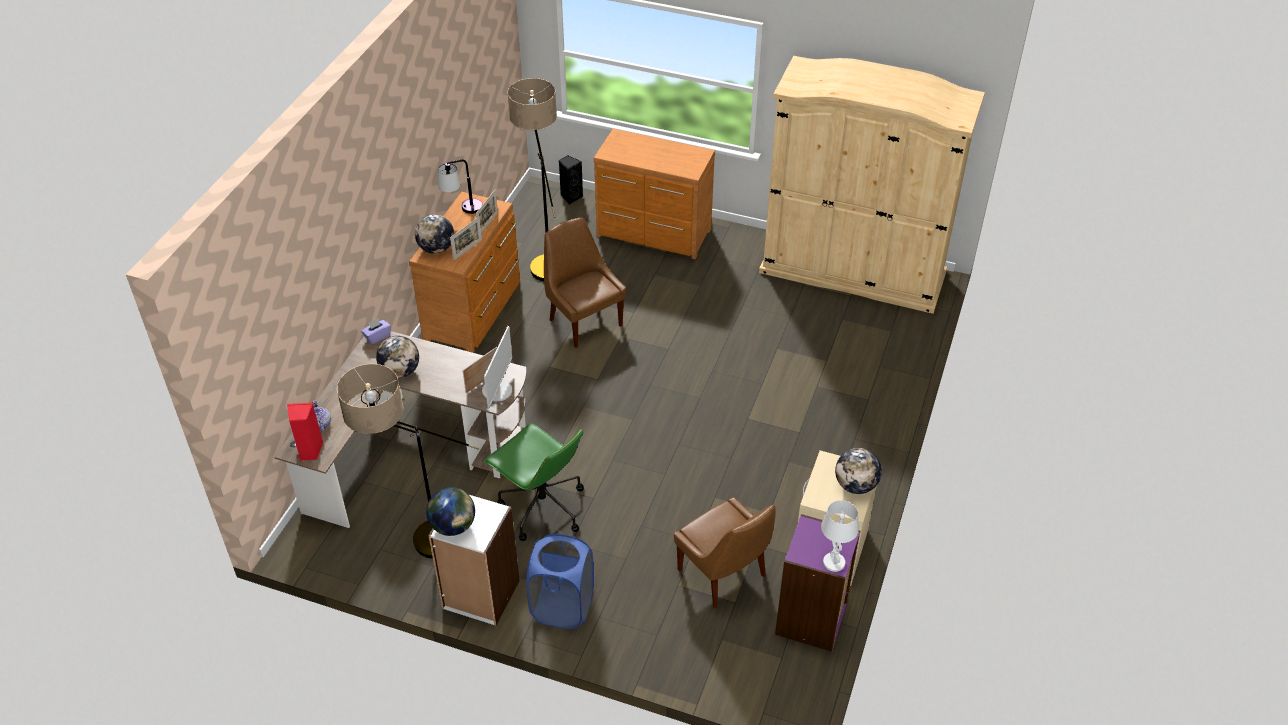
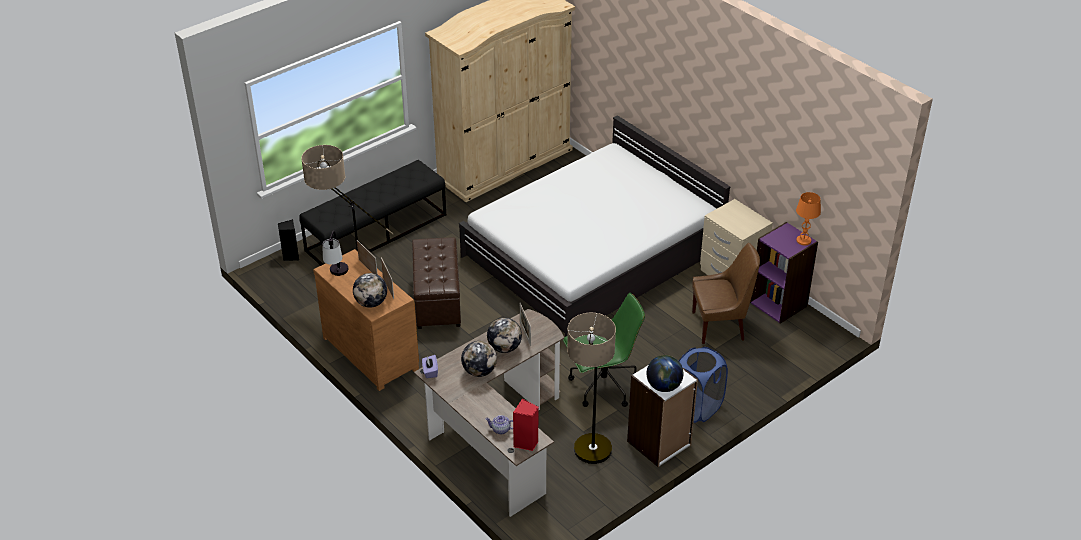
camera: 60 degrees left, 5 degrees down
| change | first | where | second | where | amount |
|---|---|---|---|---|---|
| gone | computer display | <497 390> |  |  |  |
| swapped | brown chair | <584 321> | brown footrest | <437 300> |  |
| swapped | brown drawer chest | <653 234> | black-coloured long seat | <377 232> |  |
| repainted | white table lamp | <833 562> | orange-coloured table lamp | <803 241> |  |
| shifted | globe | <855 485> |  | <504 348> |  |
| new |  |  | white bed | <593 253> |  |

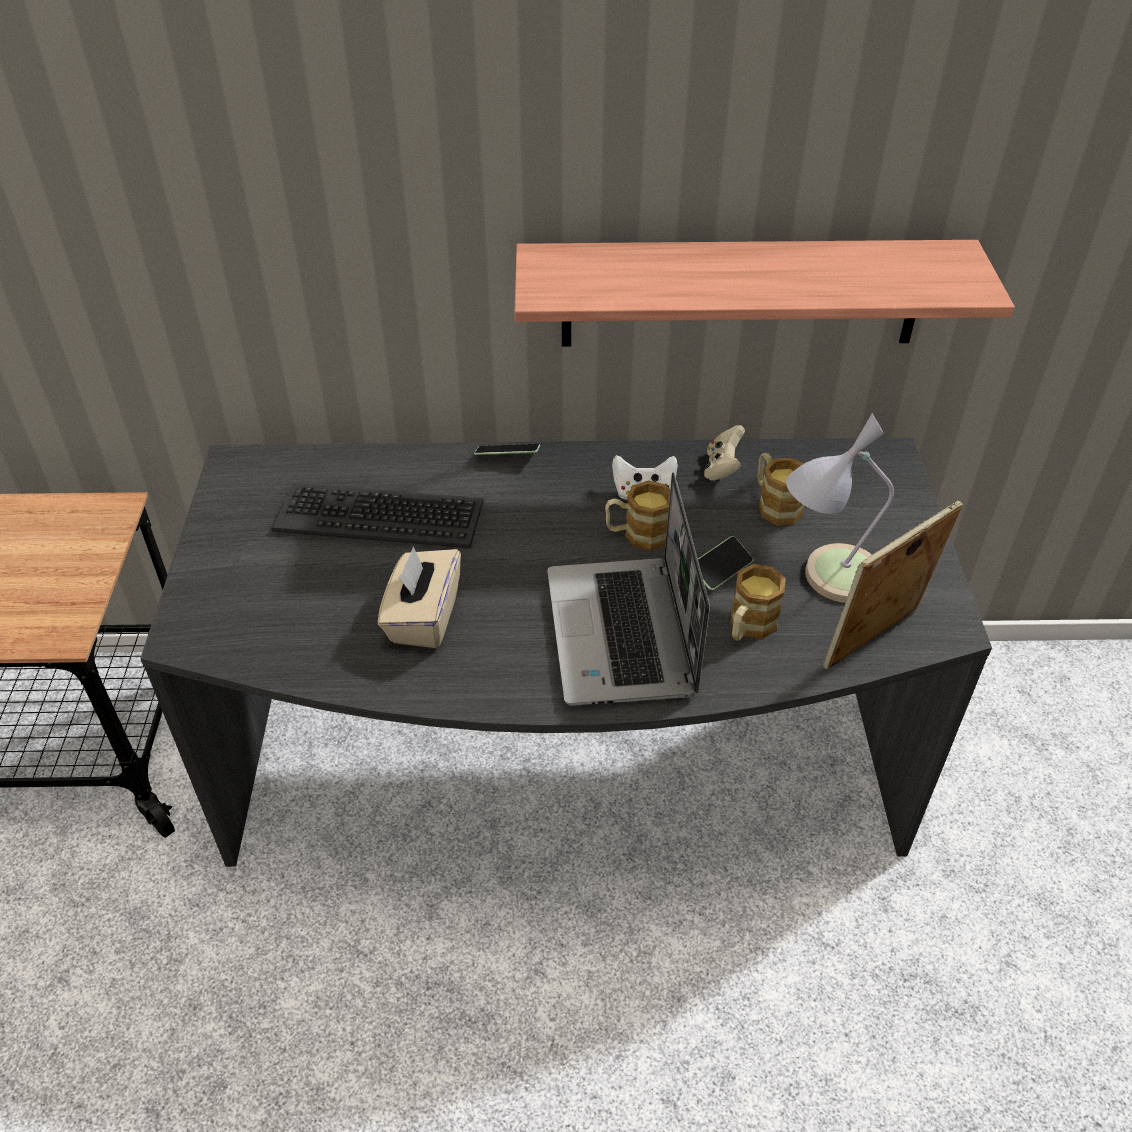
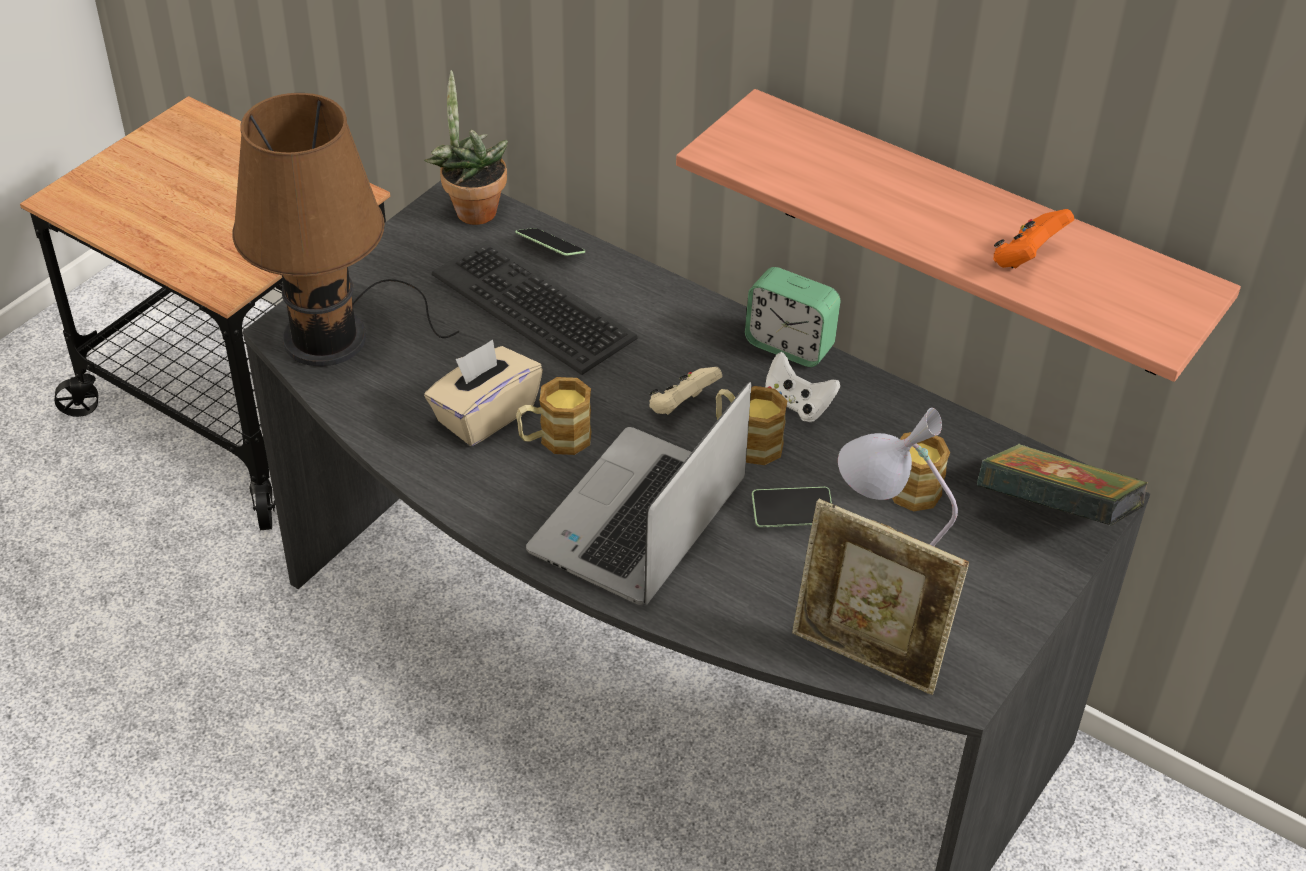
camera: 35 degrees right, 0 degrees up
| change | first | where | second | where | amount |
|---|---|---|---|---|---|
| shifted | phone | <507 456> |  | <550 250> |  |
| shifted | beige game controller | <722 468> |  | <682 406> |  |
| shifted | mug | <749 627> |  | <554 439> |  |
| rotated | picture frame | <874 642> |  | <866 658> | 150 degrees counterclockwise |
| new |  |  | brown table lamp | <334 335> |  |
| new |  |  | houseplant | <471 209> |  |
| new |  |  | bedside clock | <789 346> |  |
| new |  |  | bound book | <1054 516> |  |
| new |  |  | orange-coloured game controller | <1026 258> |  |

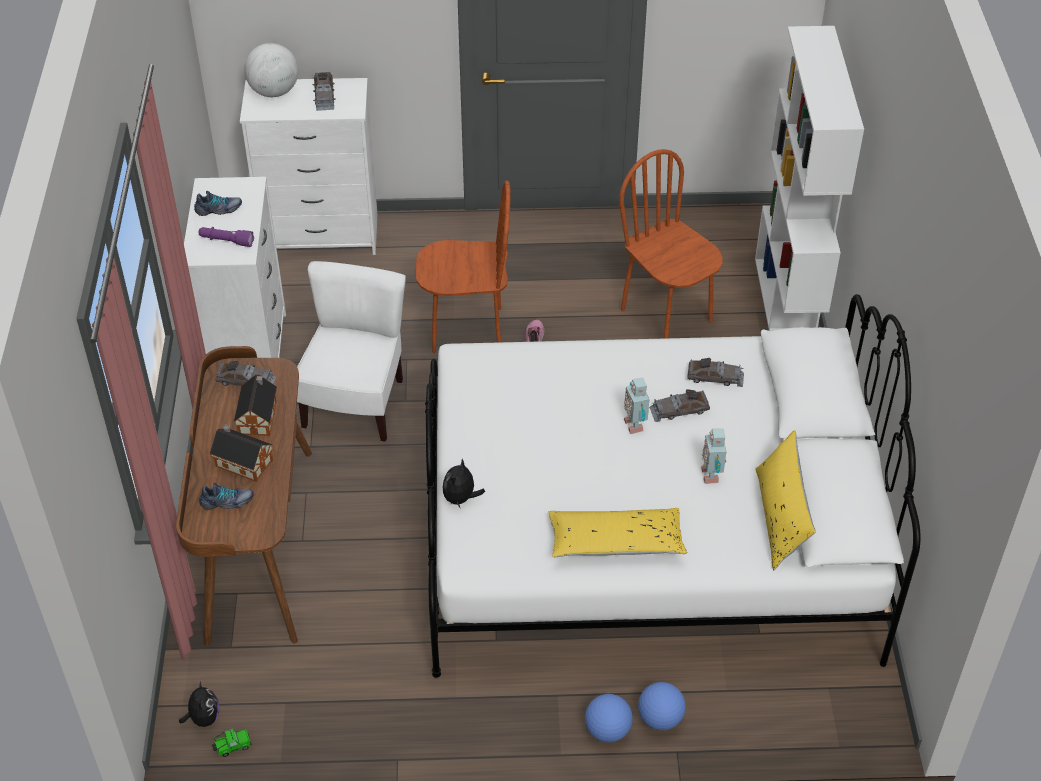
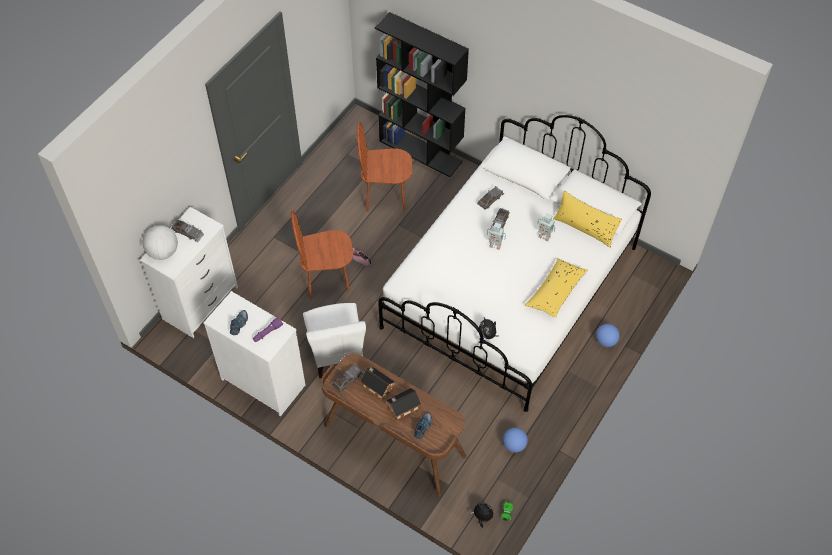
camera: 55 degrees left, 10 degrees up
| change | first | where | second | where | amount |
|---|---|---|---|---|---|
| rotated | white chair | <355 404> |  | <336 353> | 150 degrees counterclockwise |
| rotated | brown chair | <467 331> |  | <327 279> | 135 degrees counterclockwise |
| shifted | football | <607 730> |  | <514 445> |  |
| repainted | white bookshelf | <787 310> | black-coloured bookshelf | <421 151> |  |

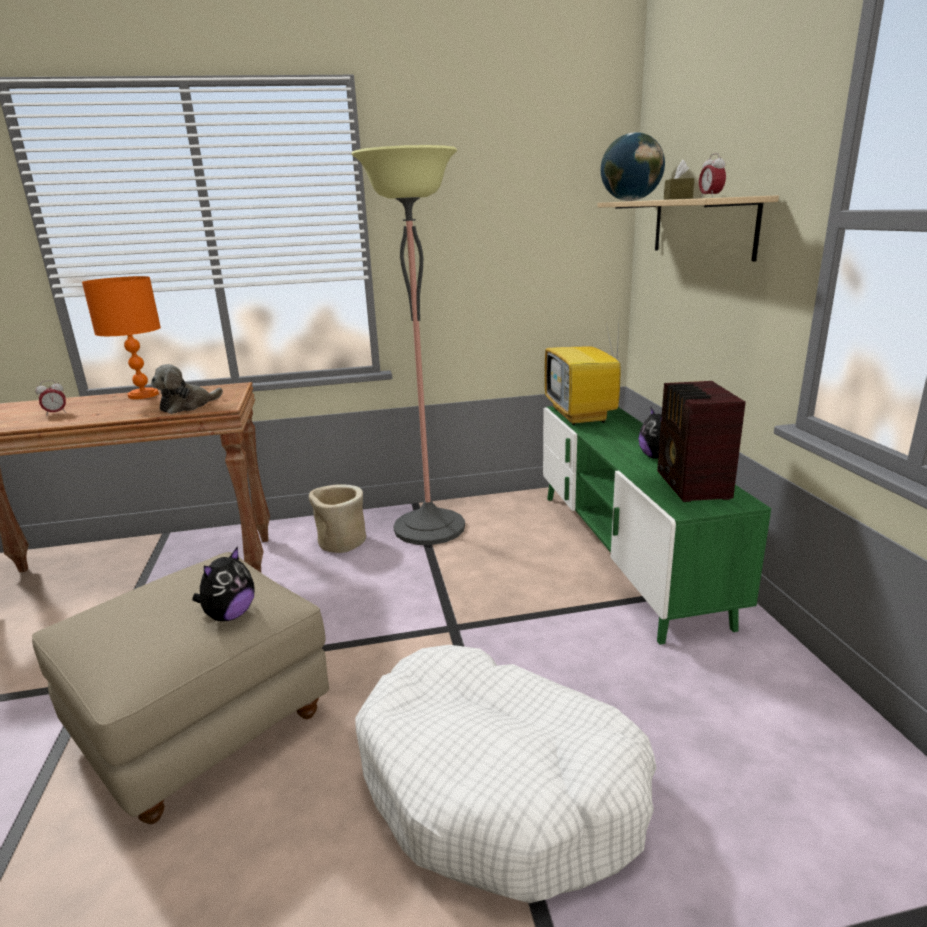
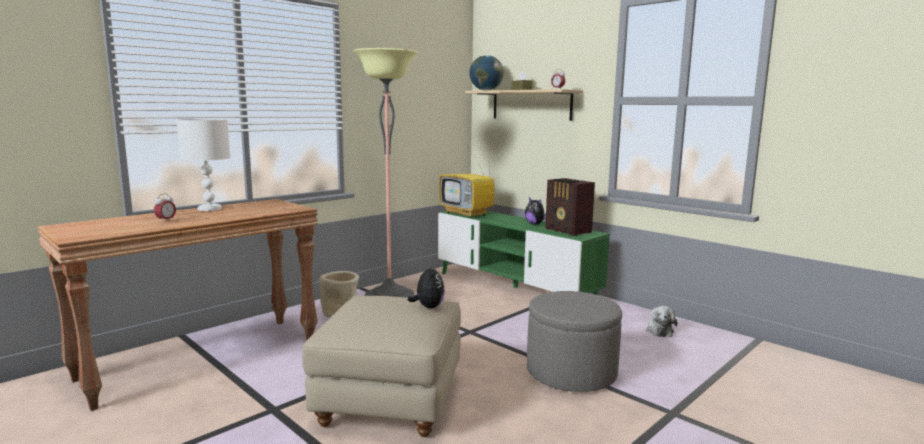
camera: 35 degrees left, 10 degrees down
| change | first | where | second | where | amount |
|---|---|---|---|---|---|
| repainted | orange-coloured table lamp | <142 395> | white table lamp | <209 209> |  |
| shifted | cuddly toy | <187 406> |  | <659 330> |  |
| swapped | white dog bed | <500 786> | gray footrest | <571 372> |  |

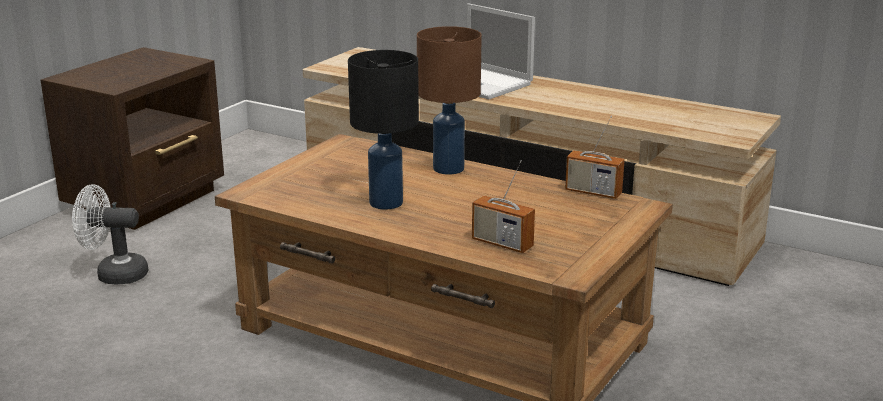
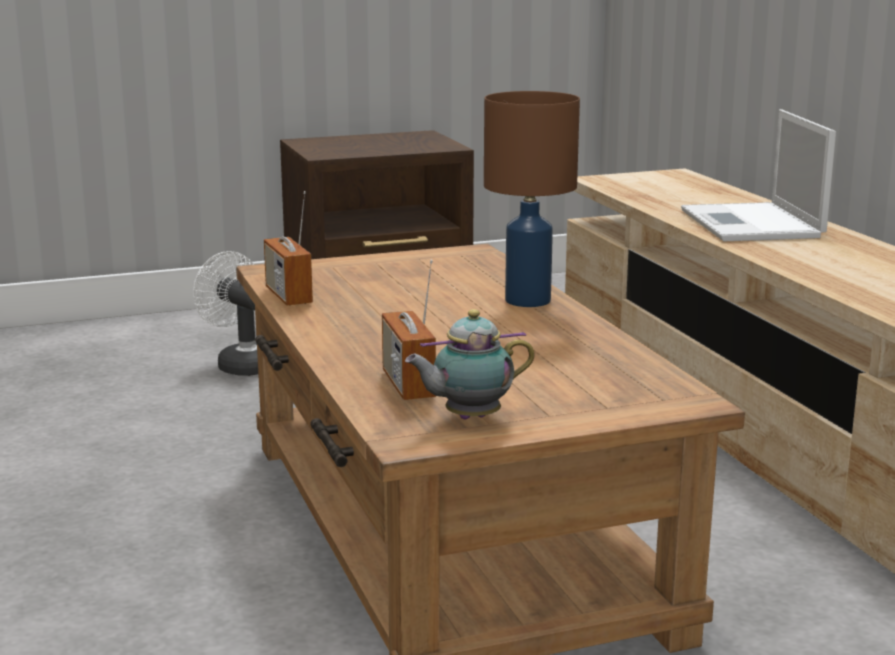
camera: 40 degrees right, 5 degrees down
| change | first | where | second | where | amount |
|---|---|---|---|---|---|
| gone | black-coloured table lamp | <386 202> |  |  |  |
| shifted | radio receiver | <593 192> |  | <288 296> |  |
| new |  |  | teapot | <468 418> |  |

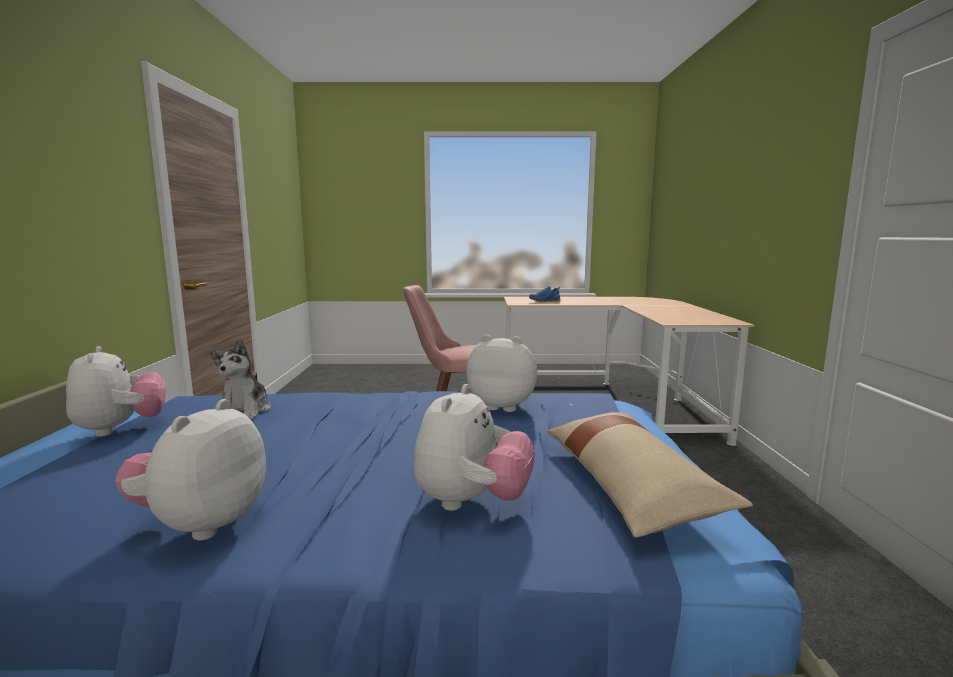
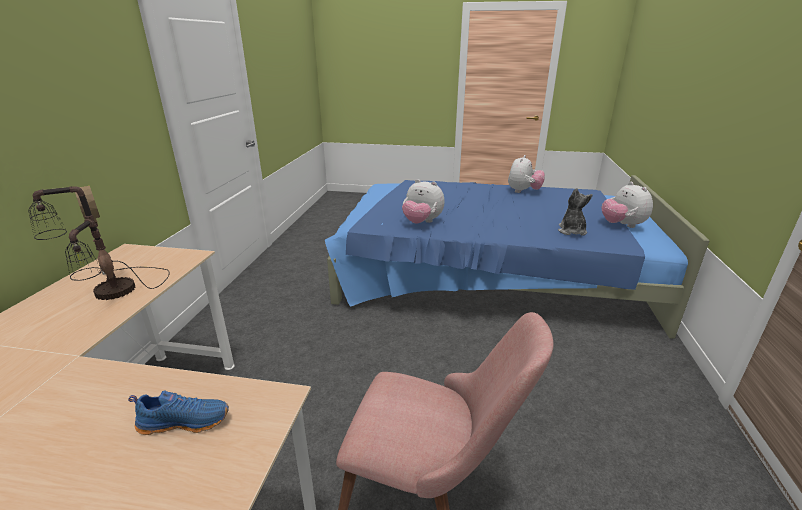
camera: 170 degrees left, 15 degrees up
| change | first | where | second | where | amount |
|---|---|---|---|---|---|
| gone | cuddly toy | <472 502> |  |  |  |
| gone | beige pillow | <628 486> |  |  |  |
| new |  |  | table lamp | <114 292> |  |

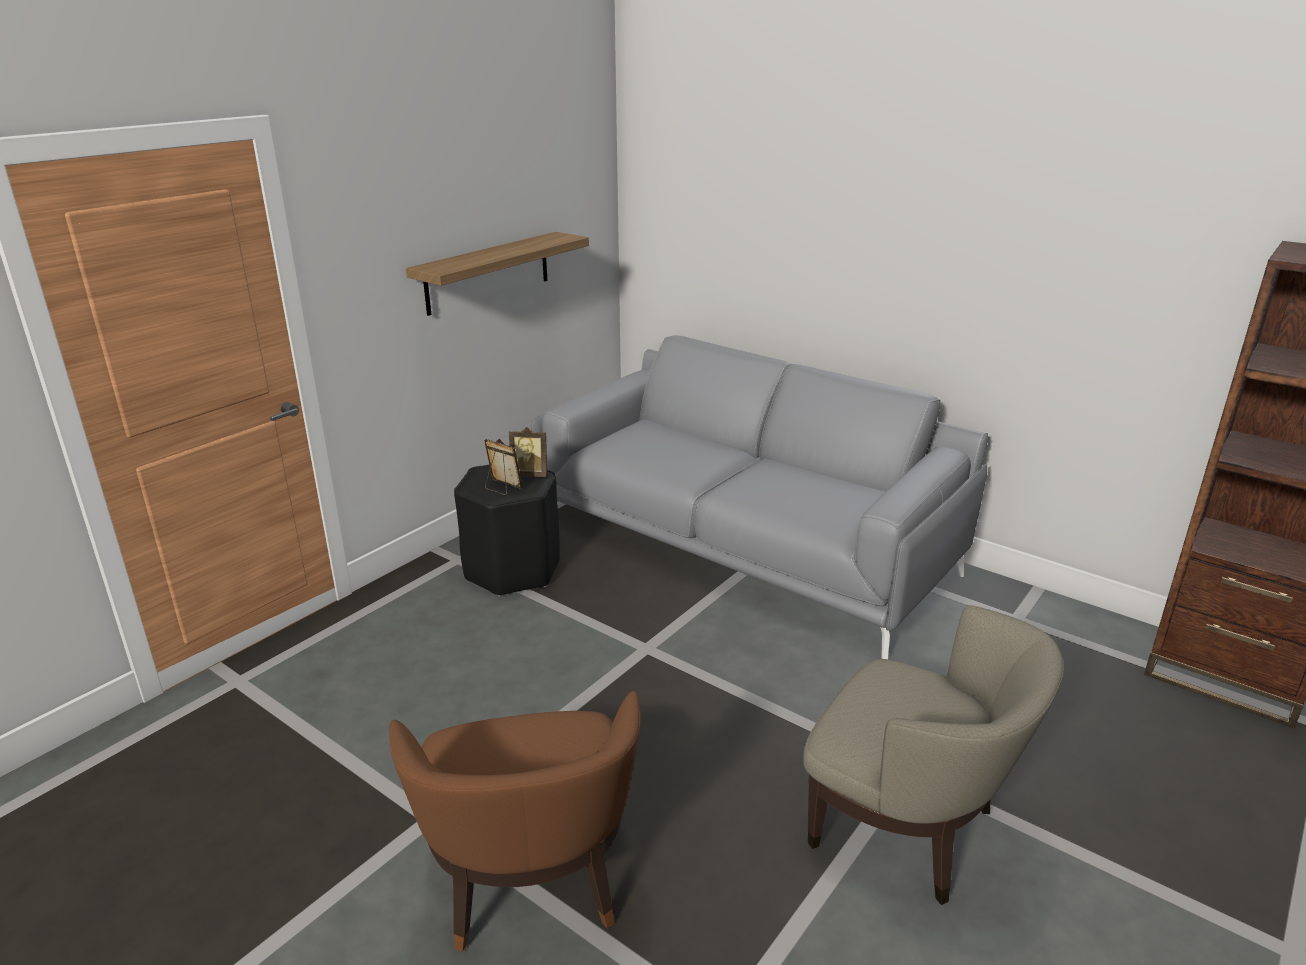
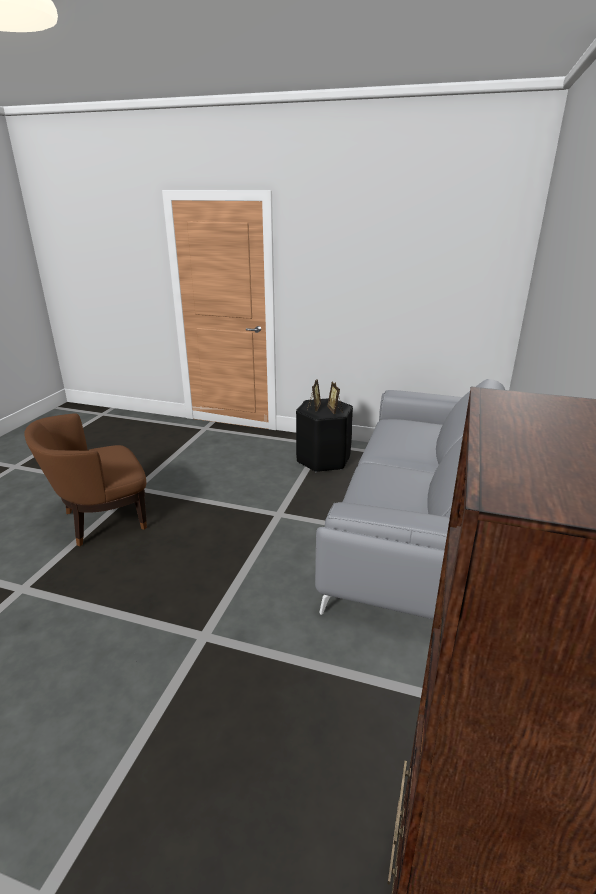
camera: 70 degrees right, 0 degrees up
| change | first | where | second | where | amount |
|---|---|---|---|---|---|
| gone | shelf | <488 272> |  |  |  |
| gone | beige armchair | <909 828> |  |  |  |

